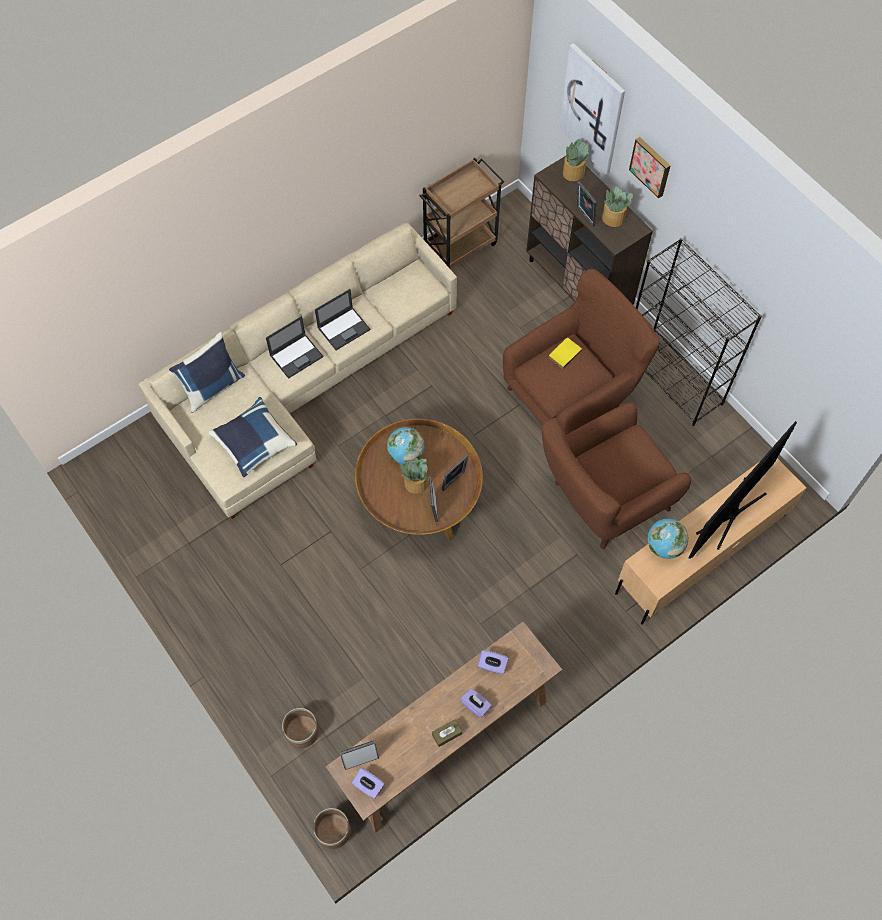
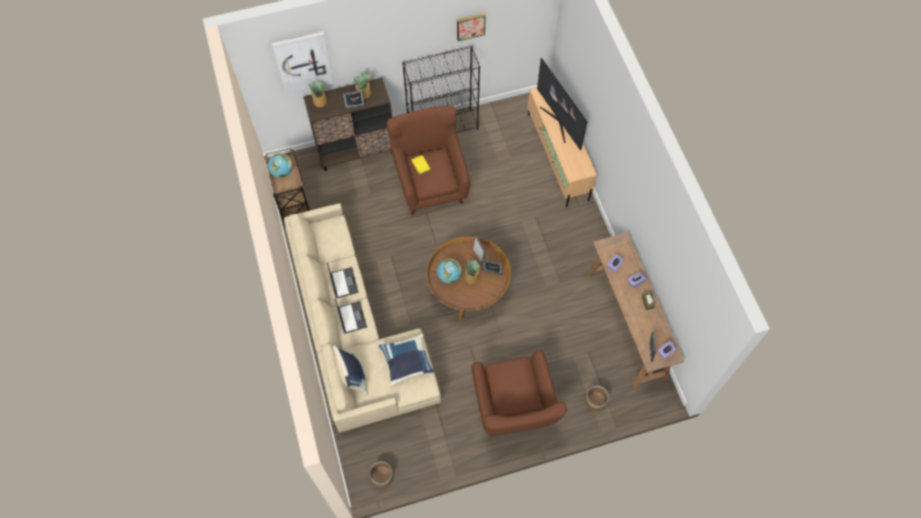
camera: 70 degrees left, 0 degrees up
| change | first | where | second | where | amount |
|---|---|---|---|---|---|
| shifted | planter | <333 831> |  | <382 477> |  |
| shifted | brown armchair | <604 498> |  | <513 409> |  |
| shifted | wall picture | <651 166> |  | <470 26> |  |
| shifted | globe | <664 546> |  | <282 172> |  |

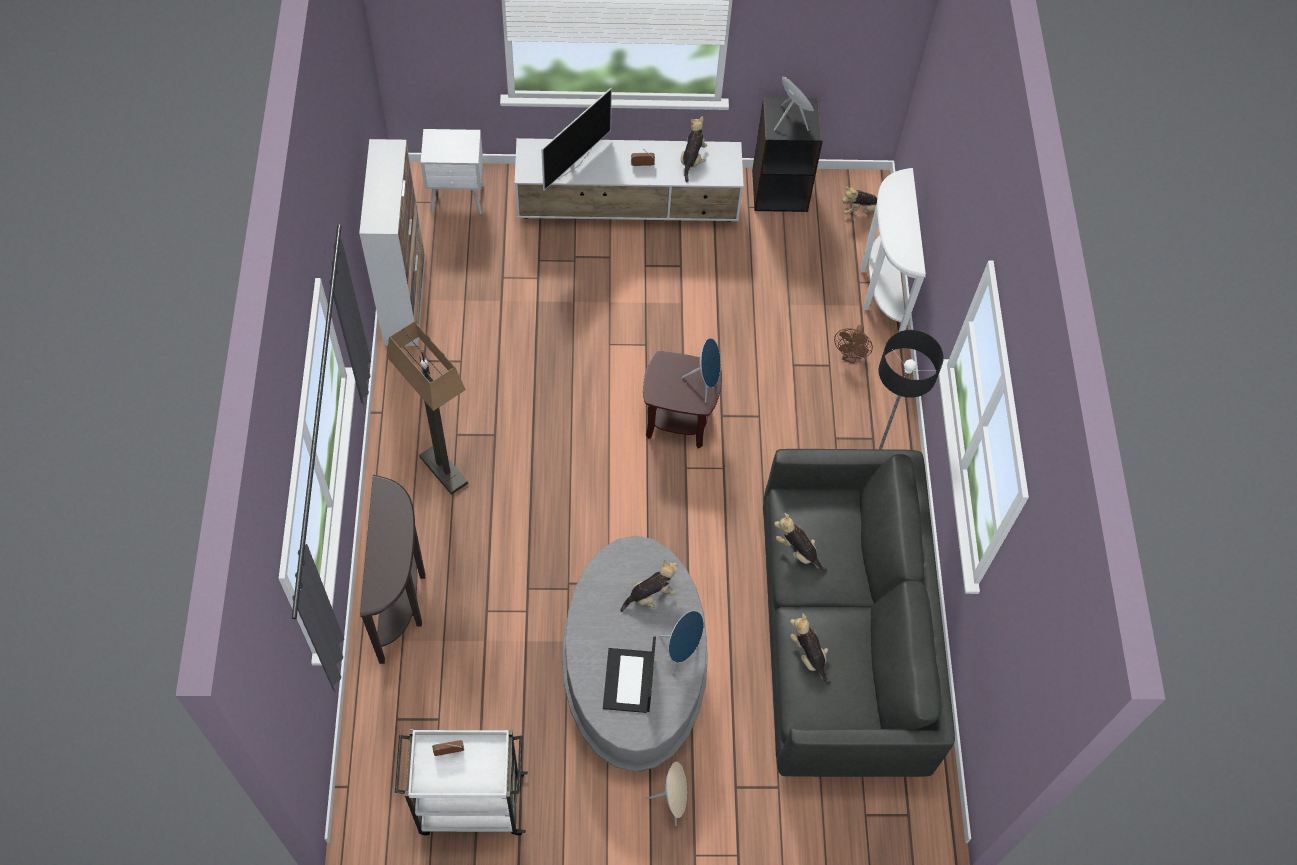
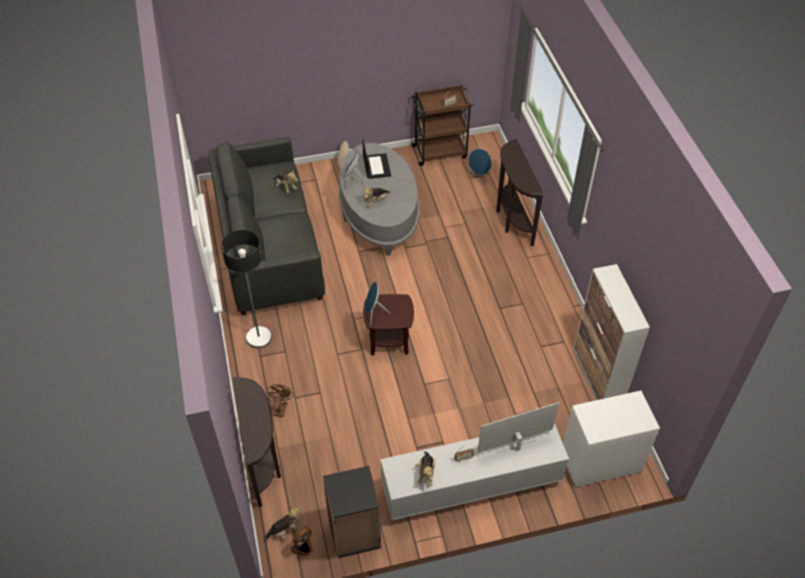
camera: 170 degrees right, 10 degrees down
| change | first | where | second | where | amount |
|---|---|---|---|---|---|
| gone | floor lamp | <444 470> |  |  |  |
| repainted | white cart | <469 804> | brown cart | <440 152> |  |
| swapped | white bedside table | <458 200> | white drawer chest | <600 462> |  |
| rotated | television | <574 163> |  | <516 447> | 45 degrees clockwise |
| shifted | blue loudspeaker | <791 120> |  | <479 176> |  |
| gone | cuddly toy | <798 551> |  |  |  |
| repainted | white narrow table | <879 290> | brown narrow table | <264 463> |  |
| new |  |  | electric fan | <303 547> |  |

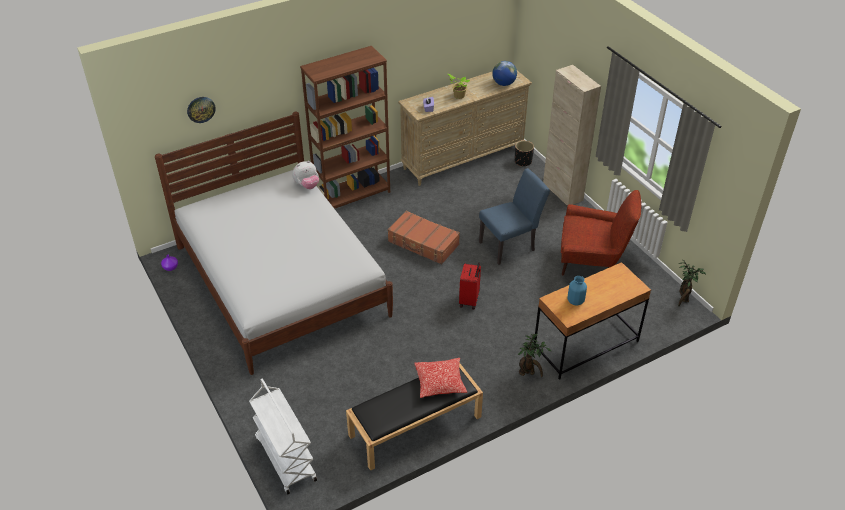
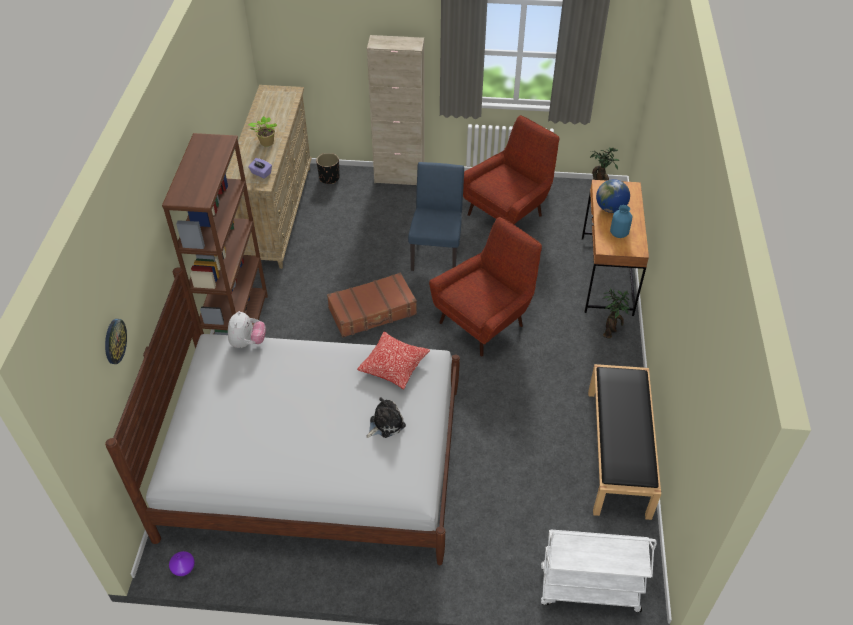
camera: 55 degrees left, 5 degrees up
| change | first | where | second | where | amount |
|---|---|---|---|---|---|
| shifted | pillow | <440 382> |  | <393 366> |  |
| swapped | red-coloured suitcase | <469 300> | red-coloured armchair | <485 321> |  |
| shifted | globe | <504 84> |  | <610 208> |  |
| new |  |  | cuddly toy | <385 423> |  |

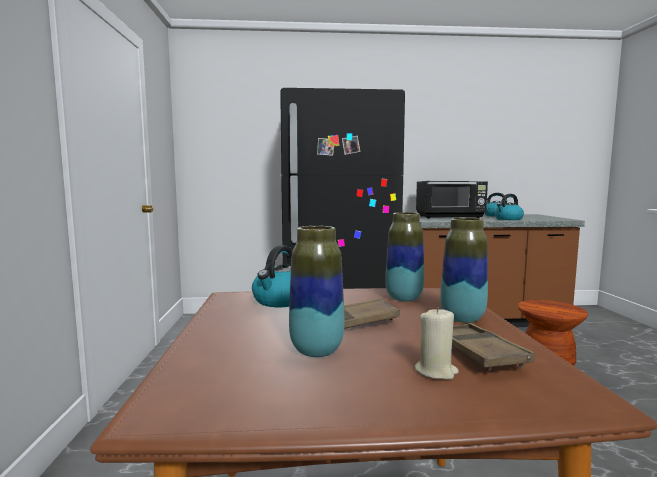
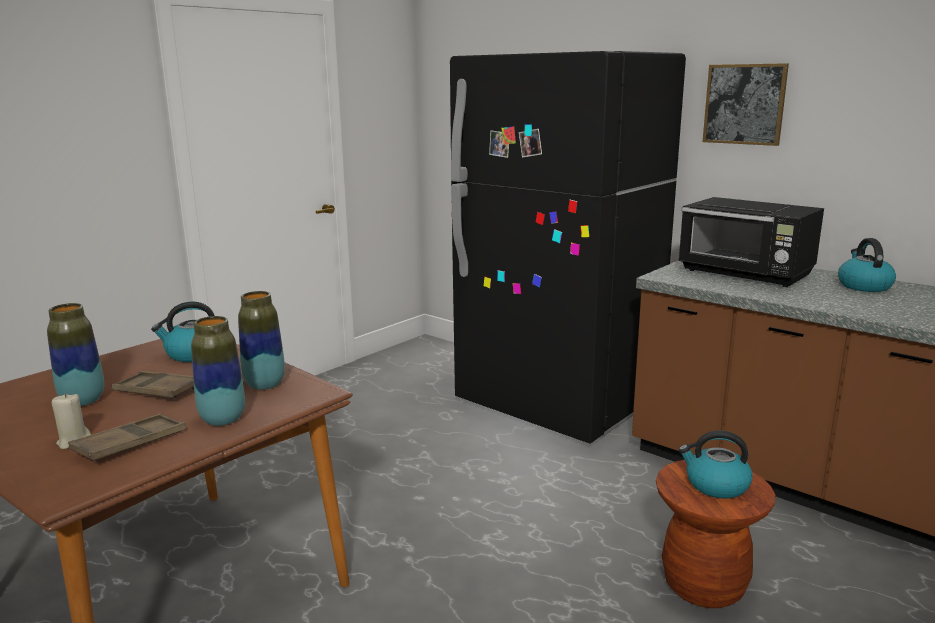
camera: 45 degrees right, 10 degrees up
| change | first | where | second | where | amount |
|---|---|---|---|---|---|
| shifted | water kettle | <508 219> |  | <716 485> |  |
| new |  |  | wall picture | <744 104> |  |

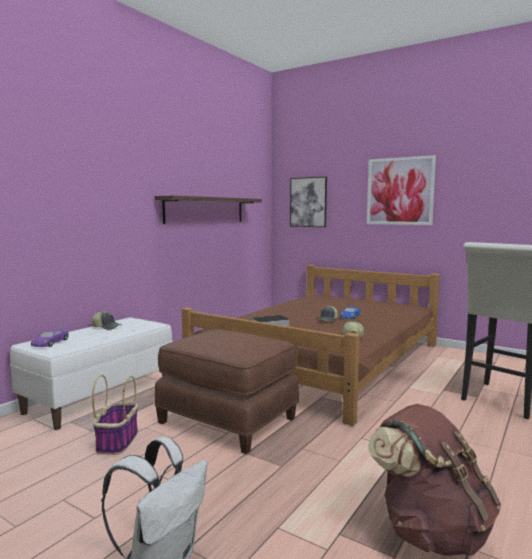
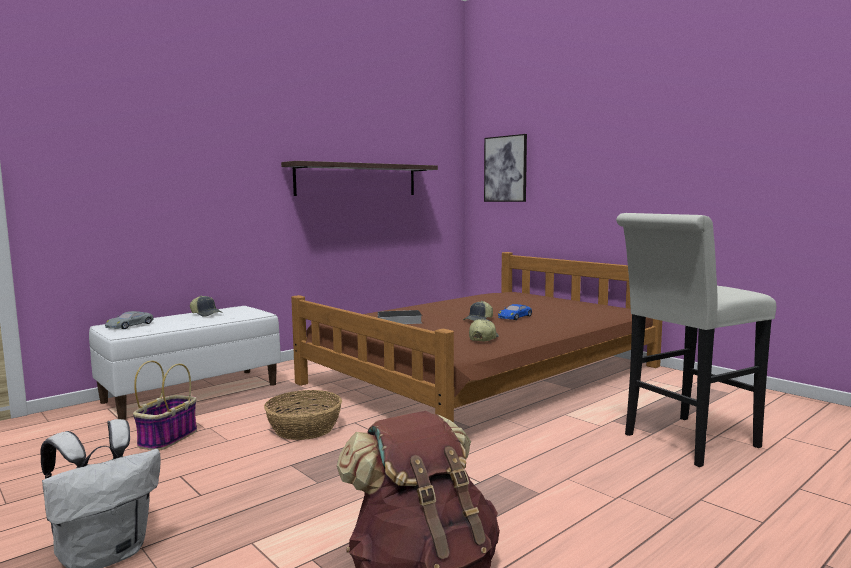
camera: 15 degrees right, 0 degrees up
| change | first | where | second | where | amount |
|---|---|---|---|---|---|
| repainted | purple-coloured model car | <50 342> | gray model car | <130 325> |  |
| swapped | brown footrest | <228 419> | household basket | <305 428> |  |
| gone | wall picture | <399 191> |  |  |  |

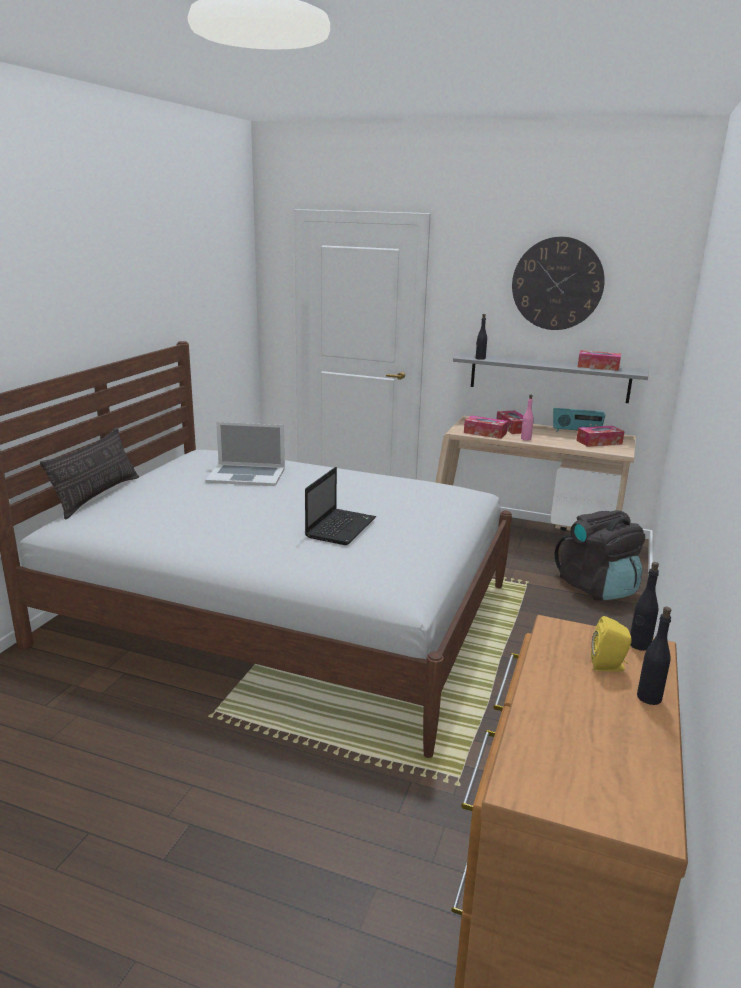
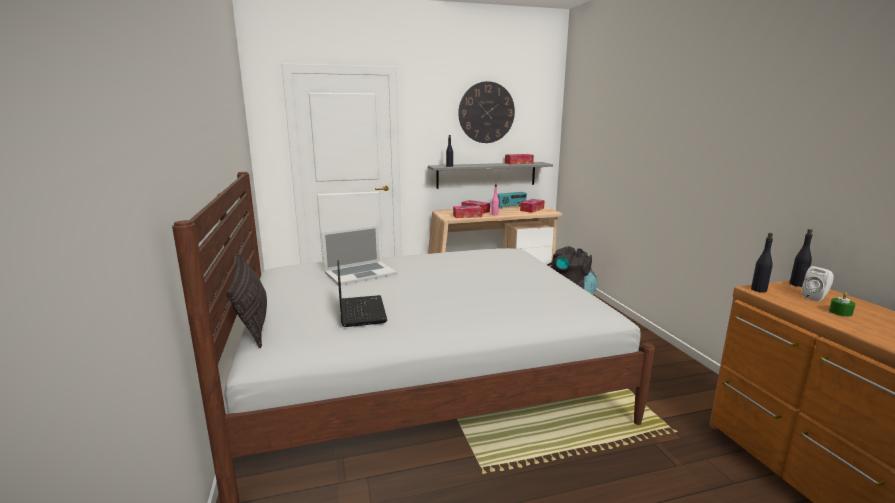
camera: 35 degrees left, 5 degrees down
| change | first | where | second | where | amount |
|---|---|---|---|---|---|
| shifted | notebook computer | <341 527> |  | <361 311> |  |
| repainted | yellowish loudspeaker | <609 666> | white loudspeaker | <815 297> |  |
| shifted | black-coloured drink bottle | <649 697> |  | <758 290> |  |
| new |  |  | green-coloured wax candle | <840 312> |  |

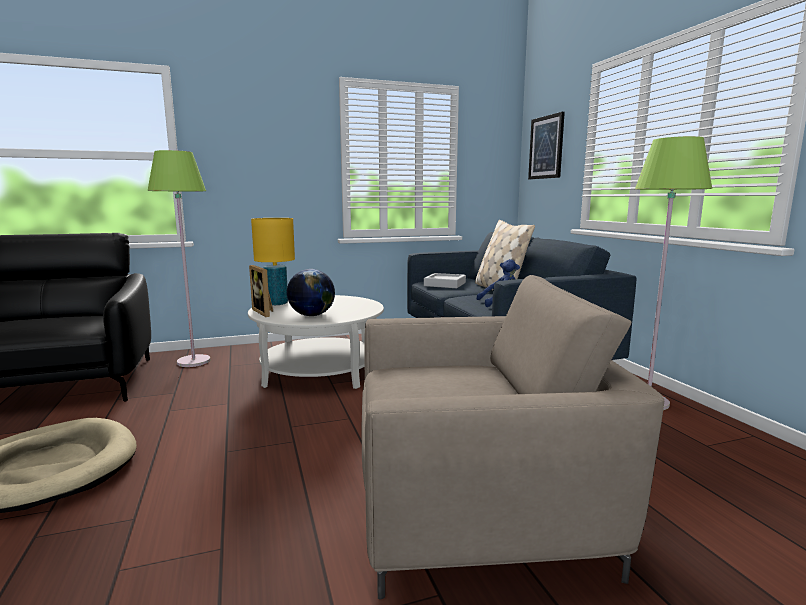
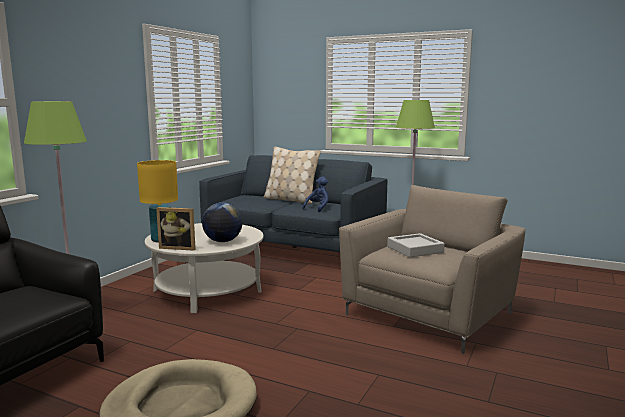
camera: 45 degrees left, 0 degrees up
| change | first | where | second | where | amount |
|---|---|---|---|---|---|
| shifted | gray tray | <445 284> |  | <415 249> |  |
| gone | wall picture | <546 147> |  |  |  |

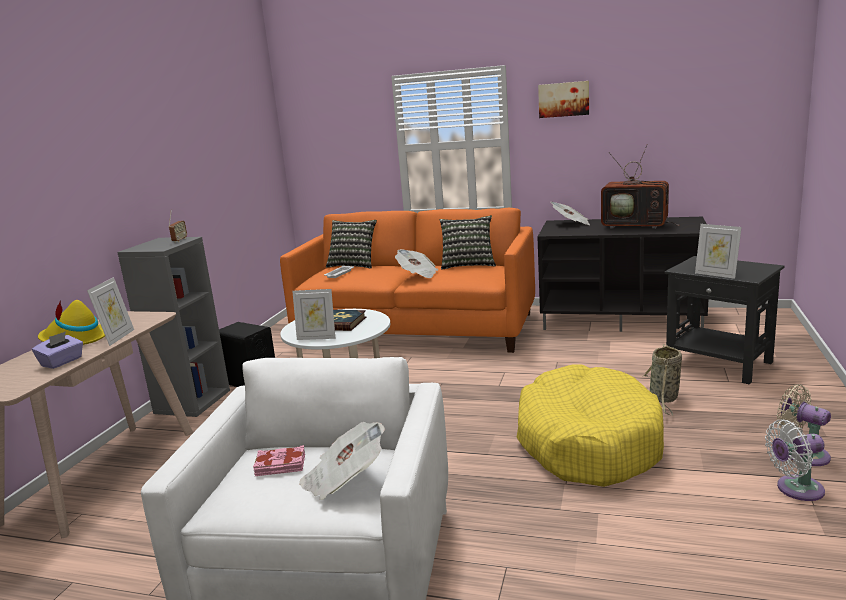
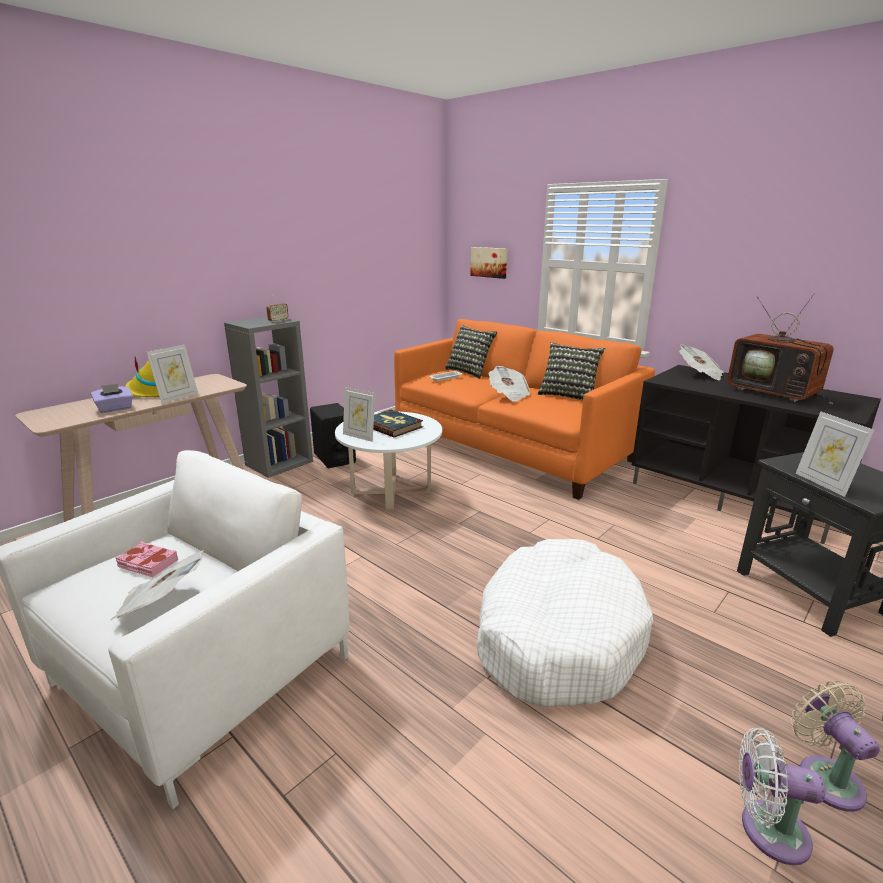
camera: 25 degrees right, 5 degrees up
| change | first | where | second | where | amount |
|---|---|---|---|---|---|
| repainted | yellowish dog bed | <587 442> | white dog bed | <557 636> |  |
| shifted | wall picture | <563 99> |  | <489 262> |  |
| gone | household basket | <664 399> |  |  |  |

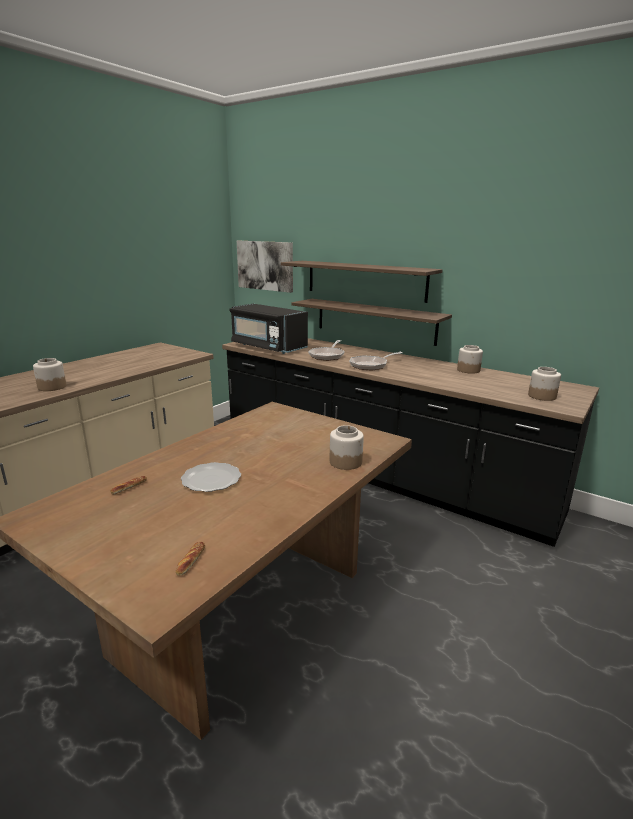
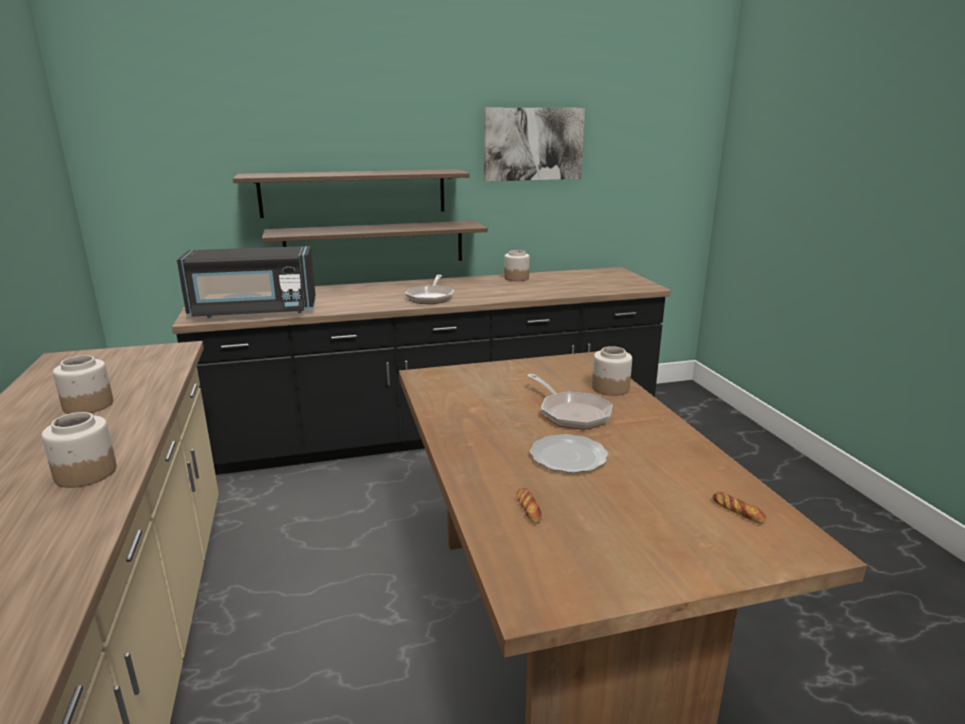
camera: 50 degrees left, 0 degrees up
| change | first | where | second | where | amount |
|---|---|---|---|---|---|
| shifted | wall picture | <265 265> |  | <533 144> |  |
| shifted | pan | <327 356> |  | <571 413> |  |
| shifted | preserve jar | <541 396> |  | <88 405> |  |

